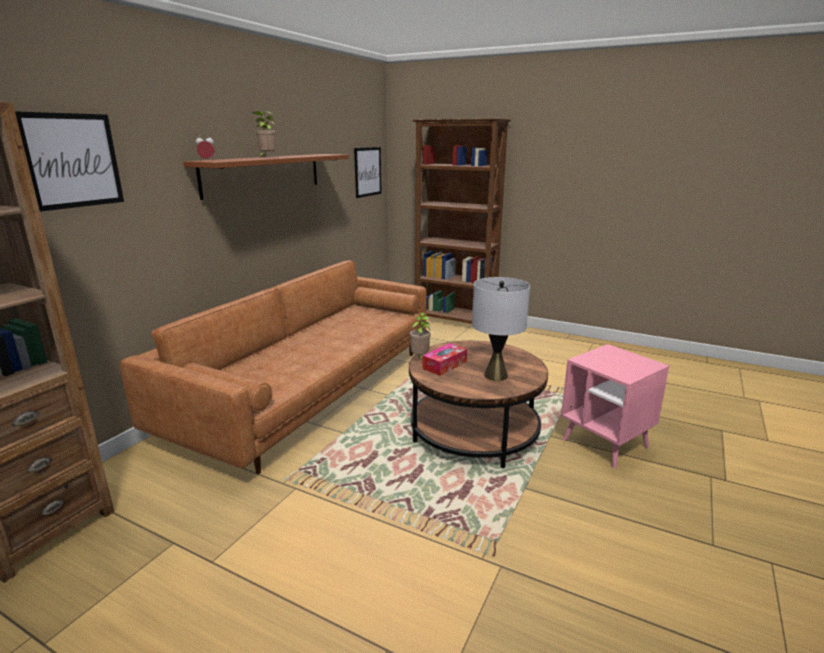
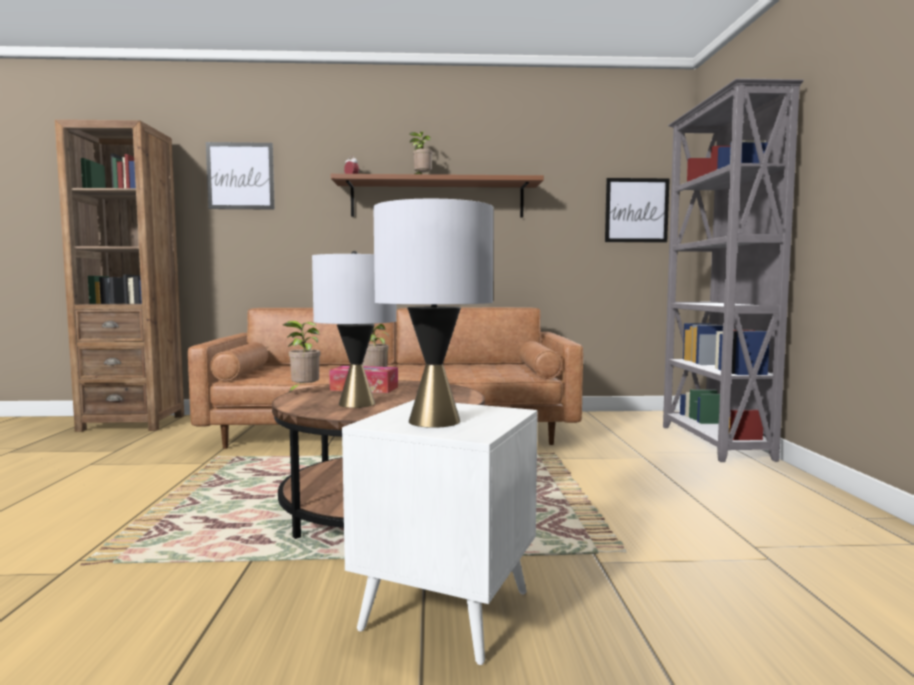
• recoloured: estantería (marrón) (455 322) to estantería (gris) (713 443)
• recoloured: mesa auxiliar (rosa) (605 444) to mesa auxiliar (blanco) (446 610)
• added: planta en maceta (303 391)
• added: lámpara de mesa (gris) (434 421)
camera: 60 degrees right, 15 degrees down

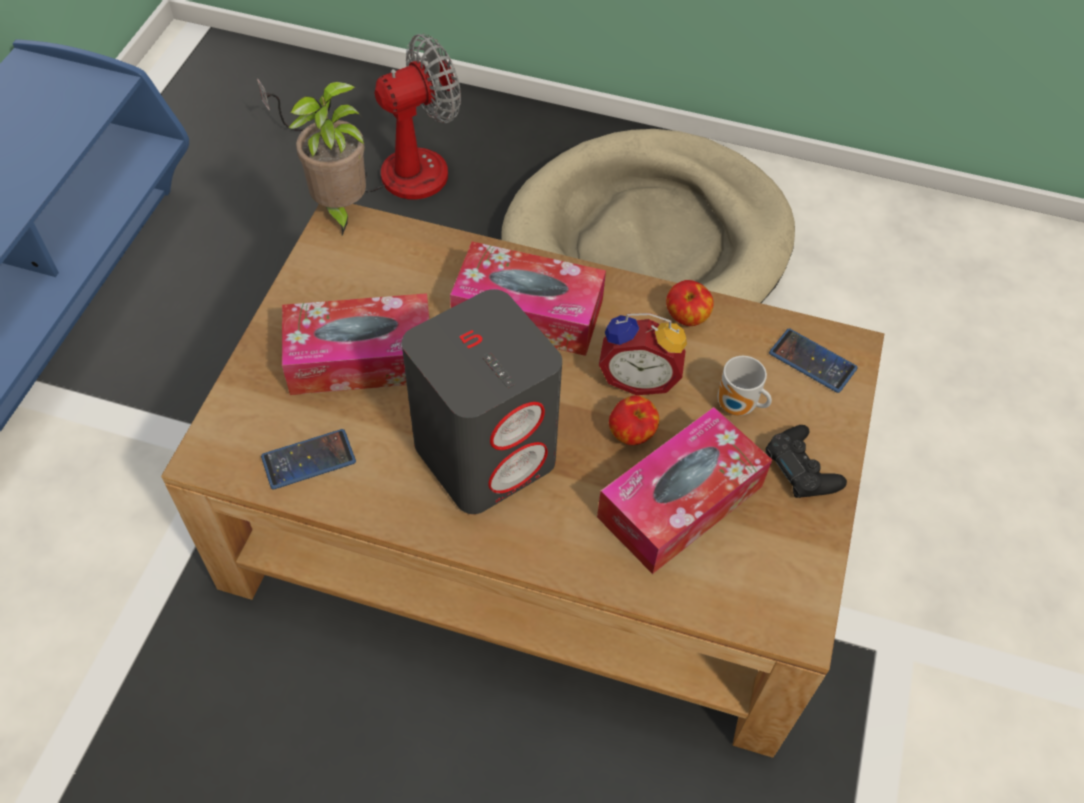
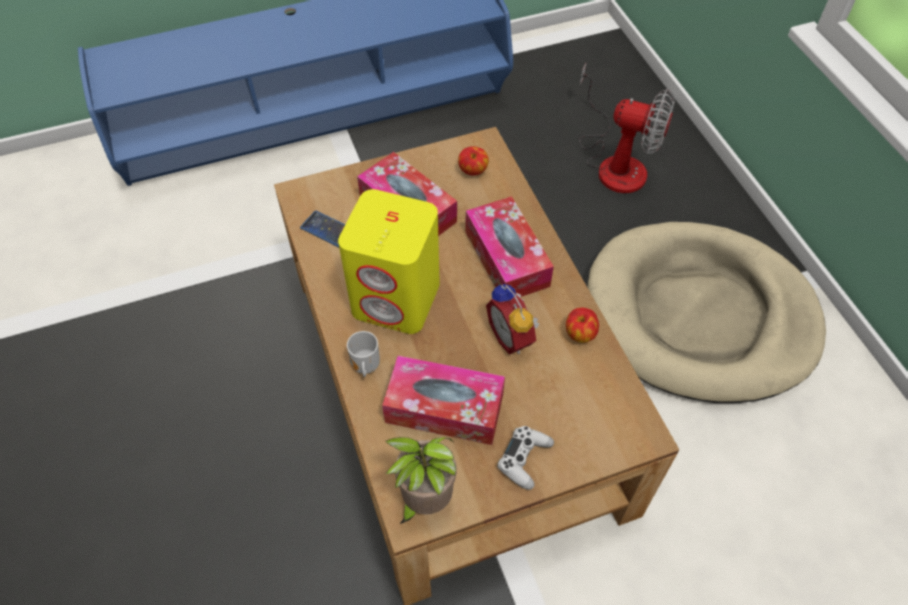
• moved: planta en maceta (340 209) to (424 500)
• recoloured: altavoz (gris) (486 453) to altavoz (amarillo) (397 298)
• moved: manzana (632 434) to (473 171)
• moved: taza grande (737 408) to (364 367)
• recoloured: mando de consola (negro) (801 468) to mando de consola (blanco) (524 459)
• removed: móvil (812 361)
camera: 55 degrees right, 0 degrees up

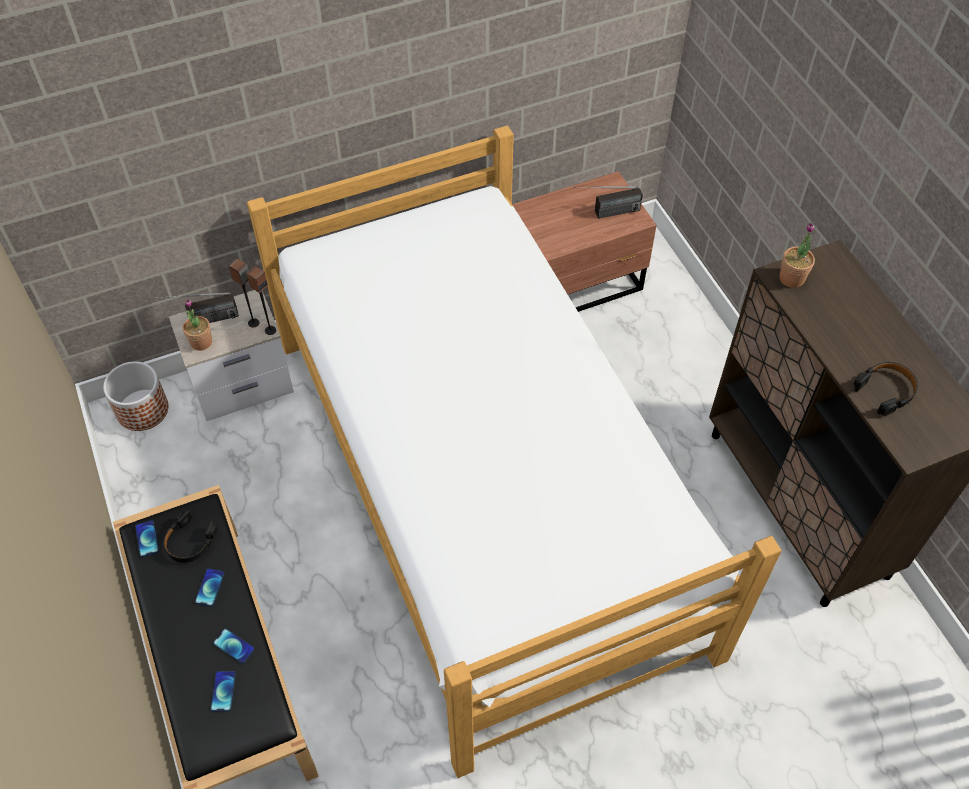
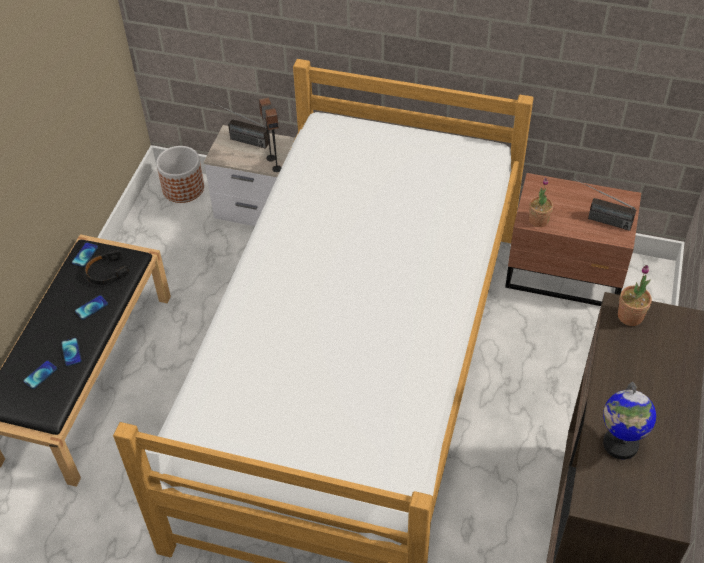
• moved: planta en maceta (201 342) to (538 220)
• replaced: auriculares (negro) (886 390) to globo terráqueo (620 444)
camera: 40 degrees right, 5 degrees down

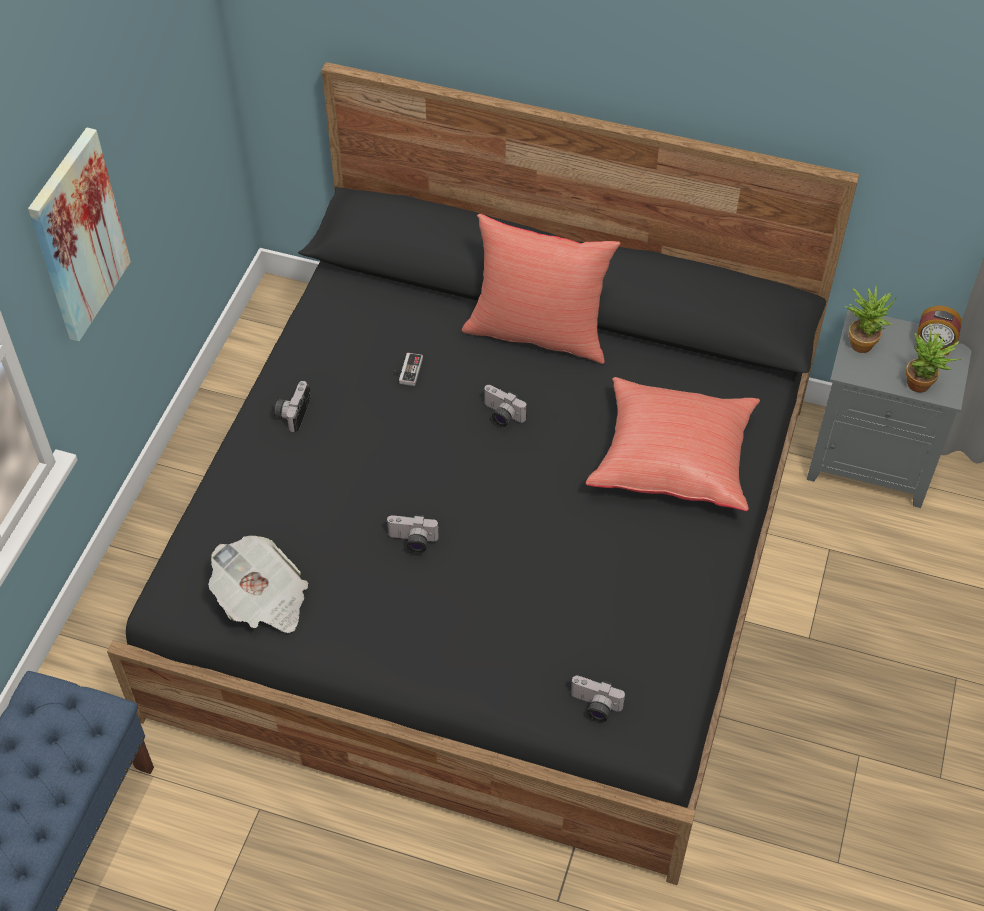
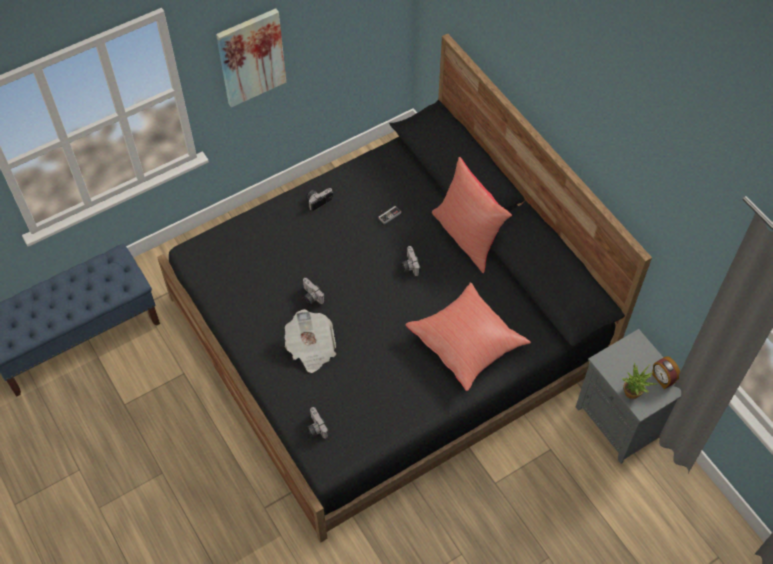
• moved: periódico (262 600) to (311 348)
• removed: planta en maceta (862 341)
camera: 40 degrees right, 5 degrees up

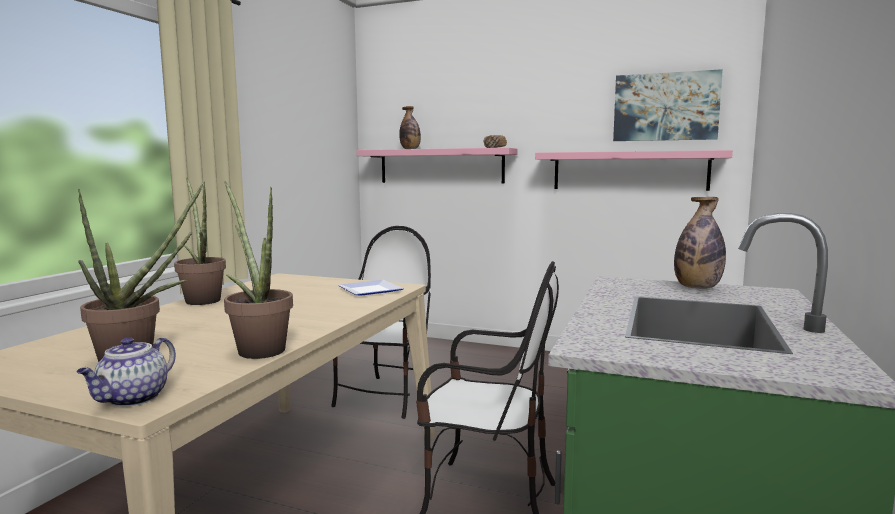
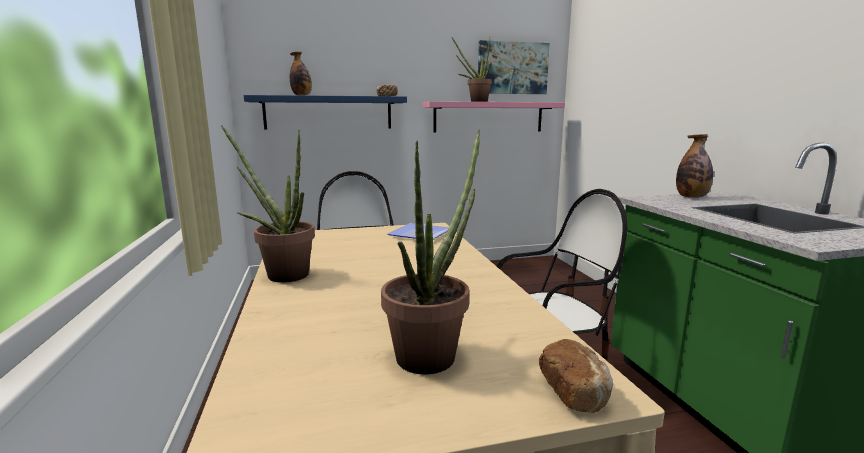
• replaced: tetera (133 399) to pan (574 392)
• moved: planta en maceta (258 348) to (475 101)
• recoloured: estante (rosa) (441 166) to estante (azul) (328 113)
camera: 35 degrees left, 5 degrees up

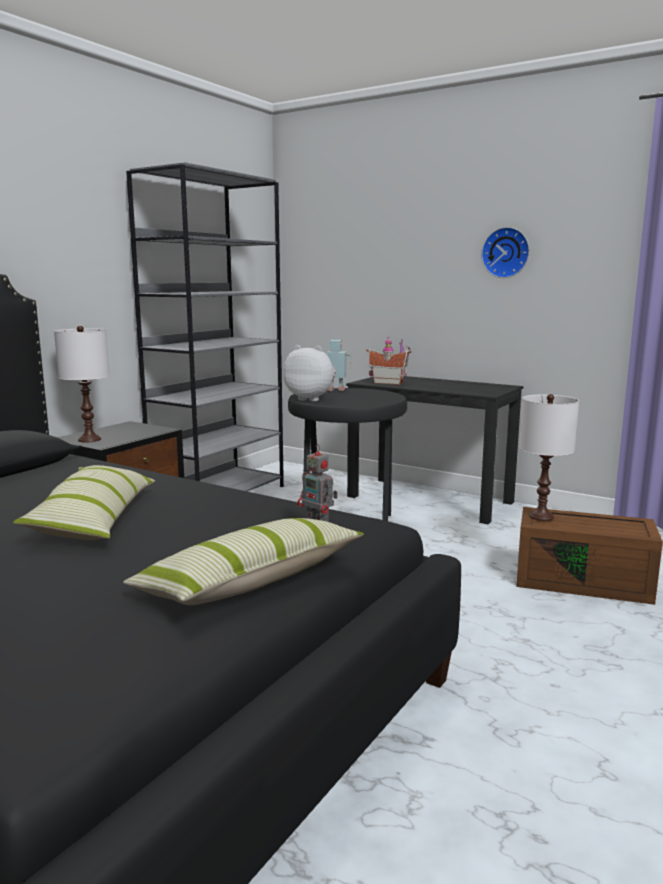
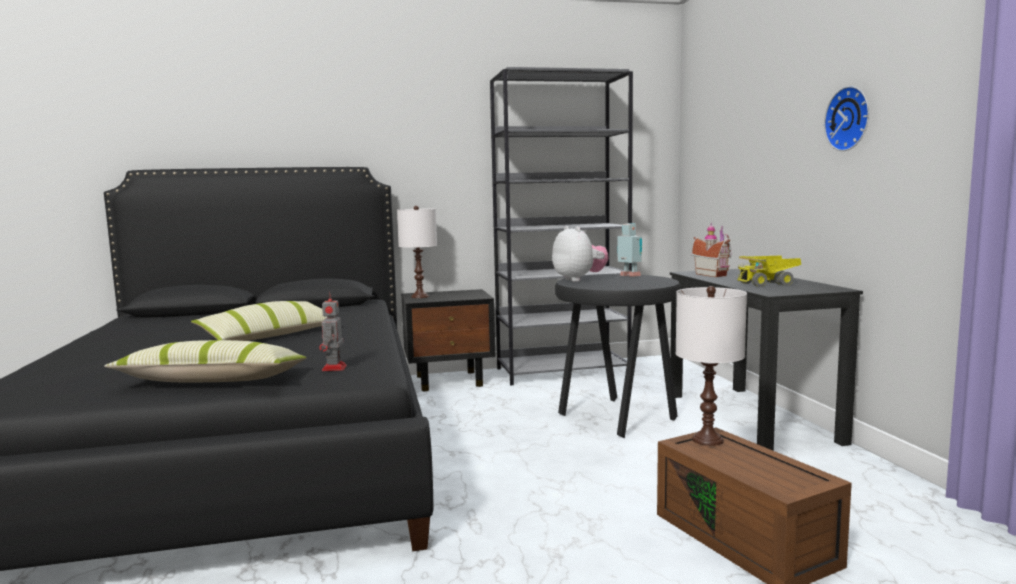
• added: camión de juguete (767 284)
camera: 45 degrees right, 5 degrees down

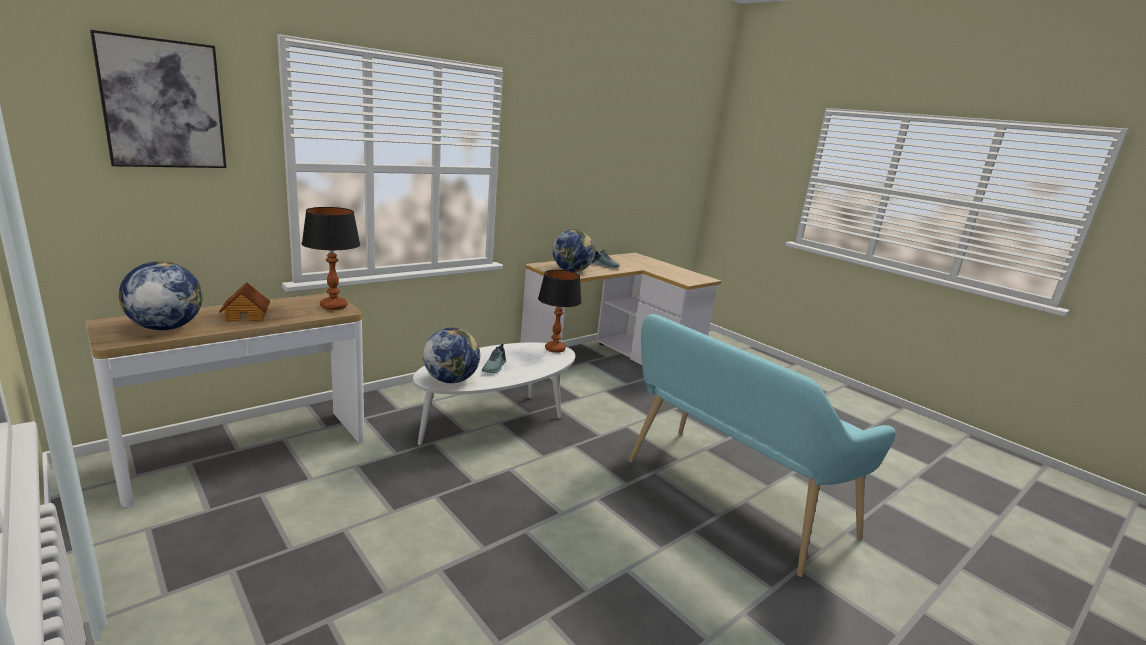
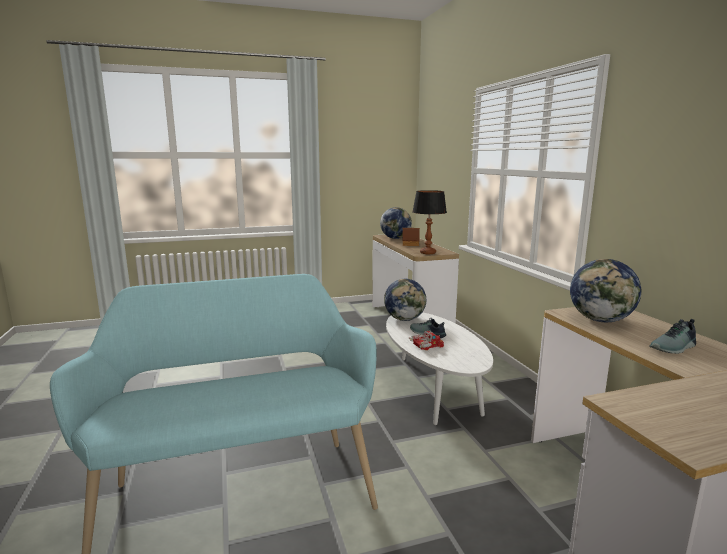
• removed: cuadro (163 104)
• removed: lámpara de mesa (554 349)
• added: camión de juguete (424 346)
camera: 115 degrees right, 5 degrees down

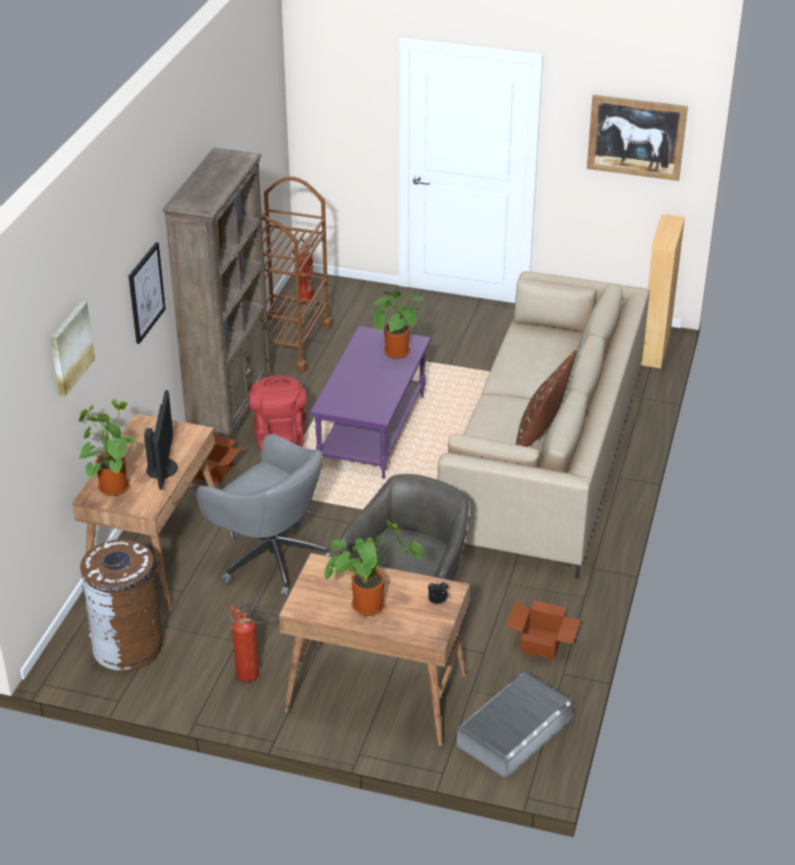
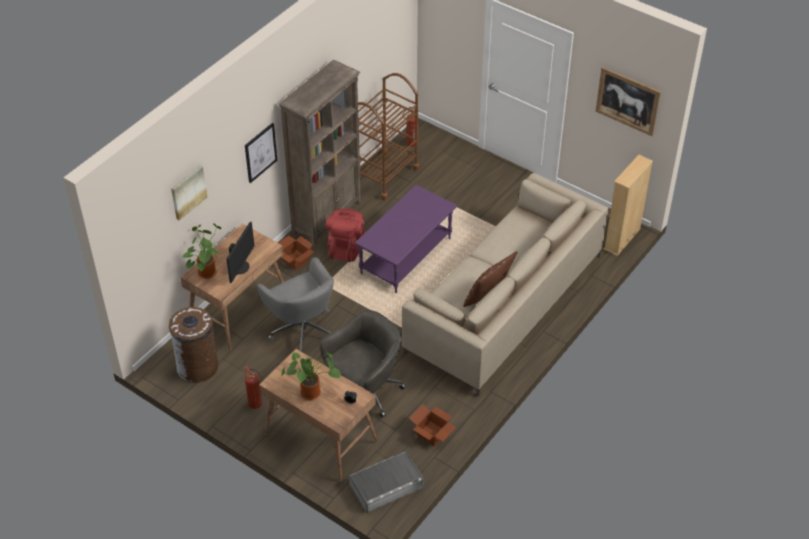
• removed: planta en maceta (398 354)
camera: 20 degrees right, 10 degrees up

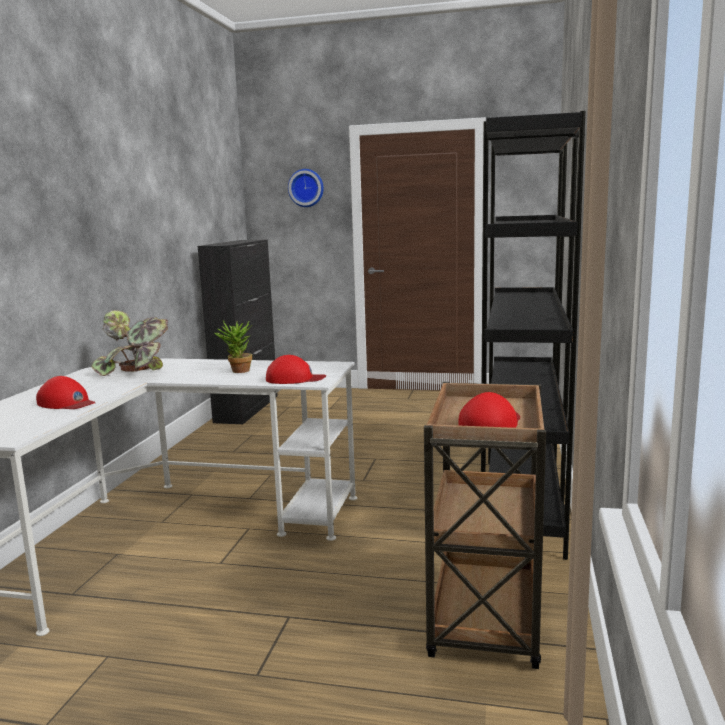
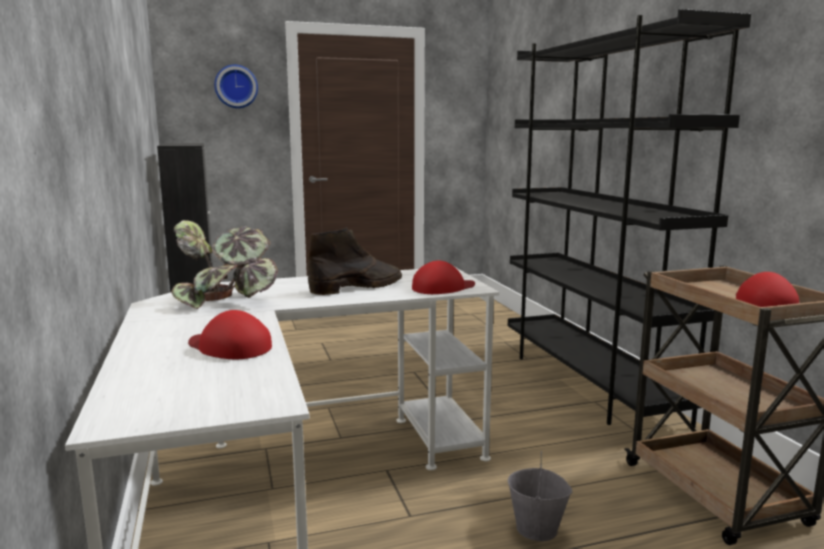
• turned: gorra (rojo) (67 403) = (229 347) 150 degrees counterclockwise
• replaced: planta en maceta (237 371) to bota (marrón) (357 287)
• added: cubo (gris) (537 529)
camera: 30 degrees left, 0 degrees up

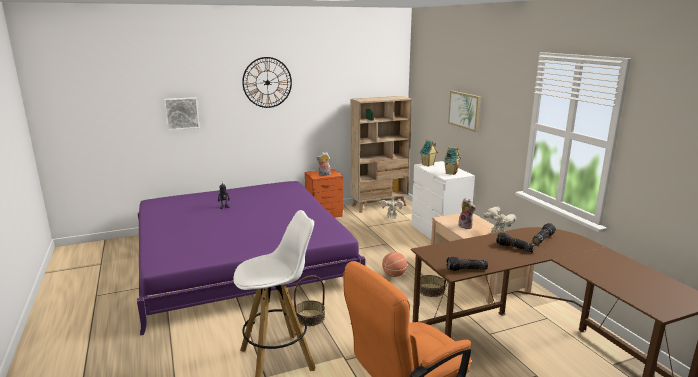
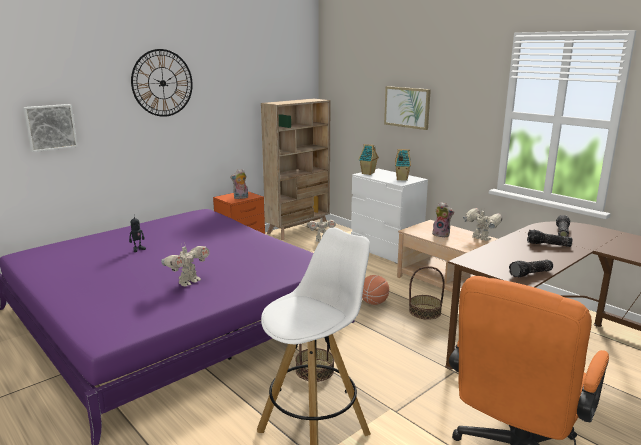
• added: robot de juguete (188 282)
camera: 20 degrees left, 0 degrees up

